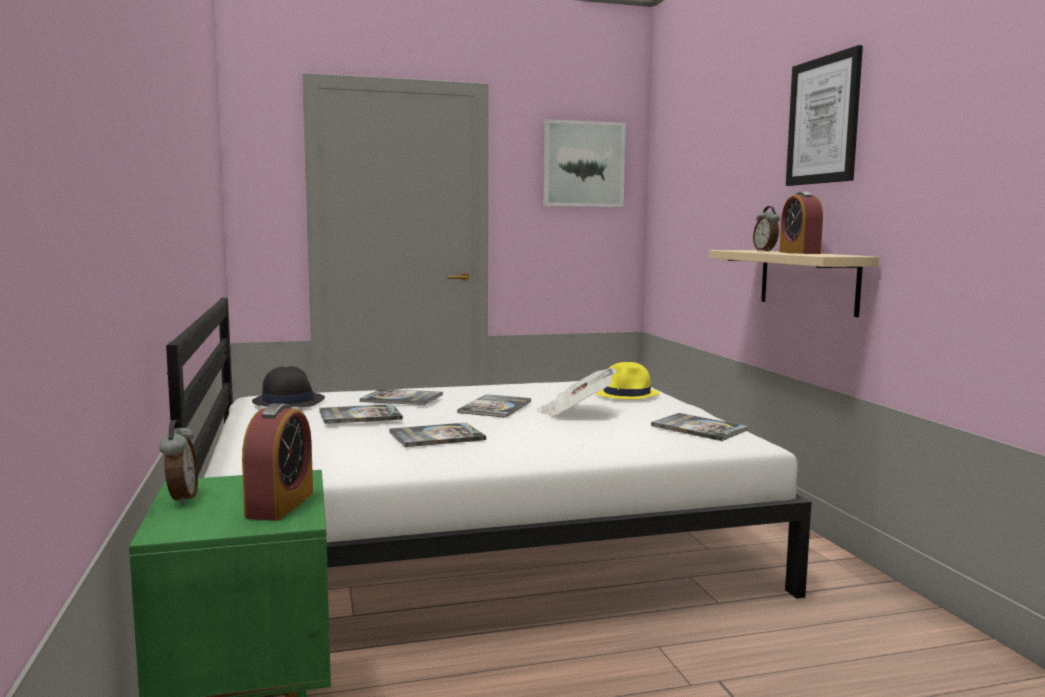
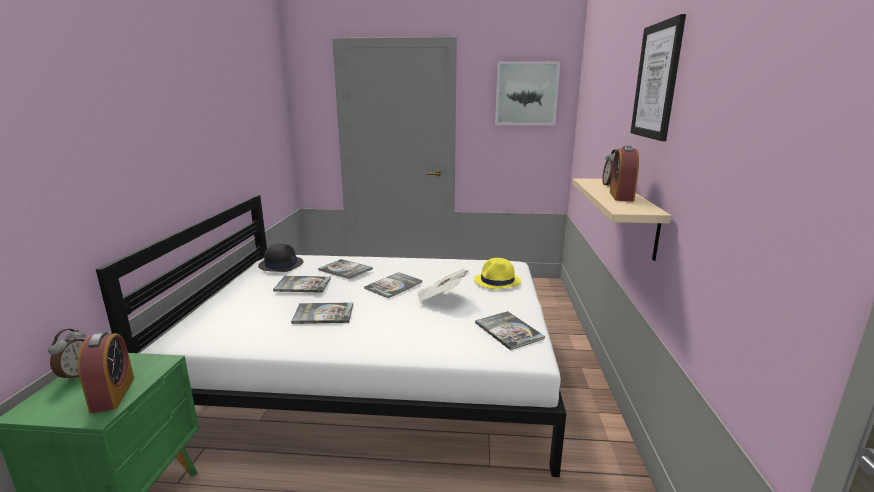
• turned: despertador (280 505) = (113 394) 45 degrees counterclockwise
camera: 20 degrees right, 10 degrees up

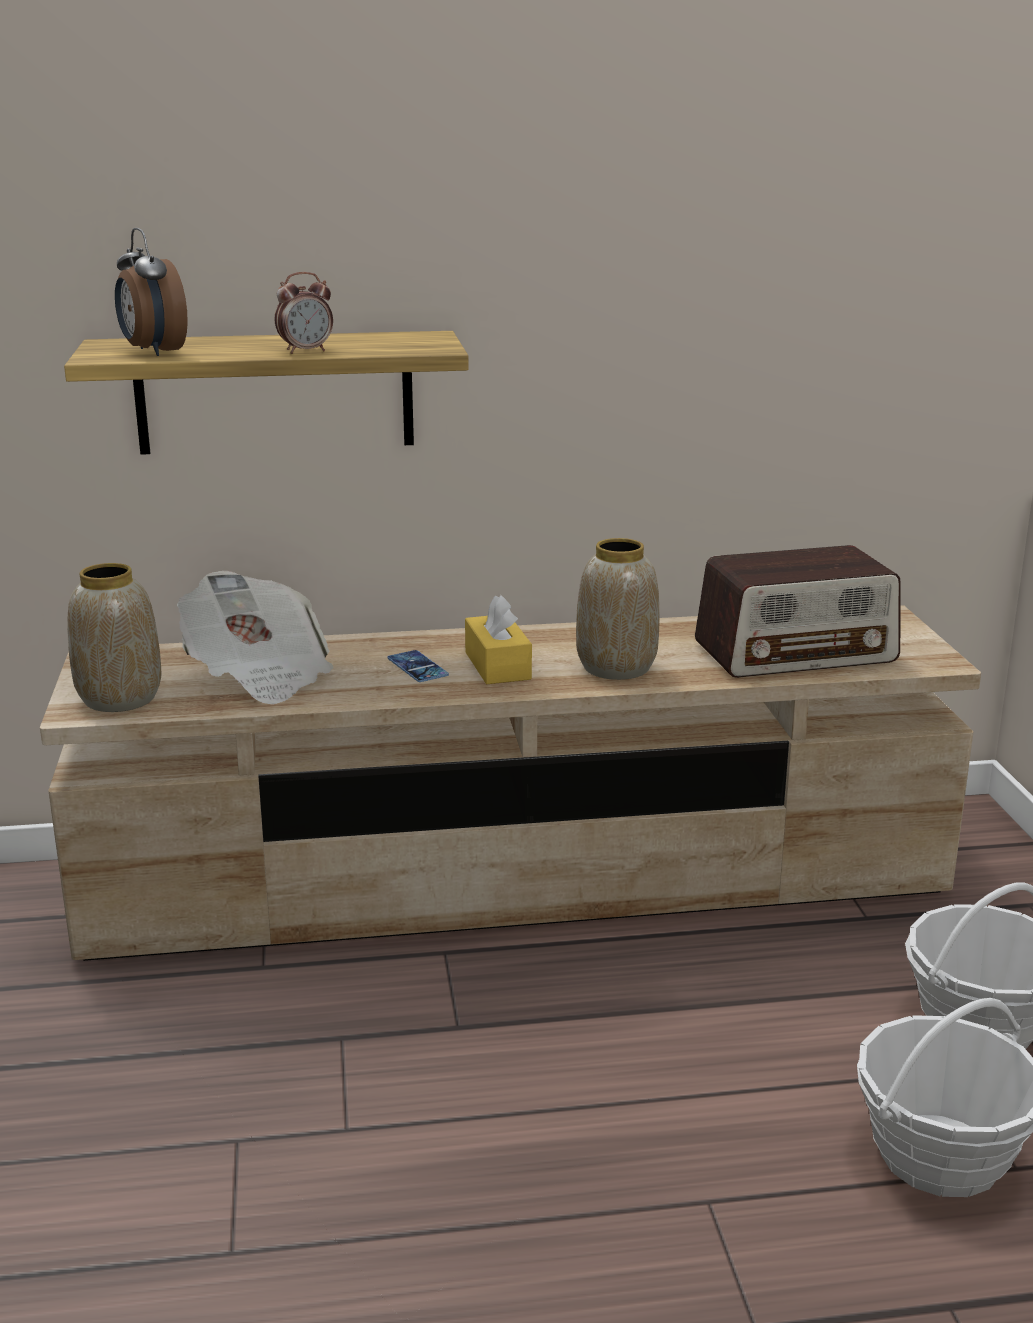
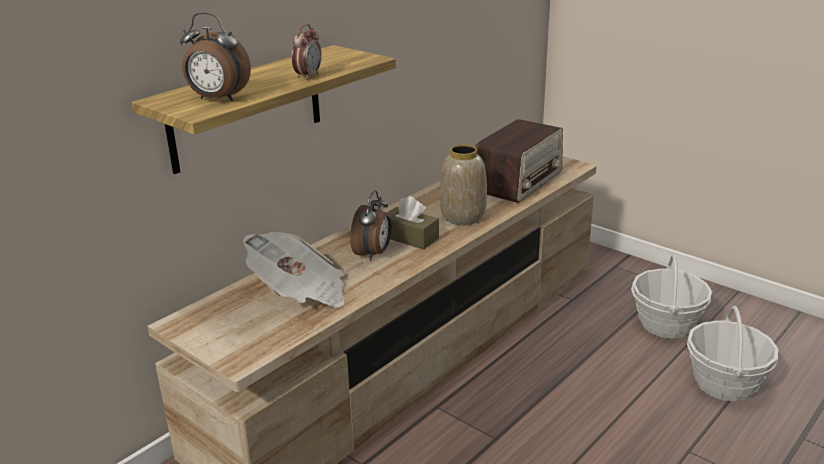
• removed: florero (121 699)
• replaced: móvil (417 667) to despertador (373 254)
• recoloured: caja de pañuelos (amarillo) (497 666) to caja de pañuelos (marrón) (410 237)
camera: 40 degrees left, 5 degrees up

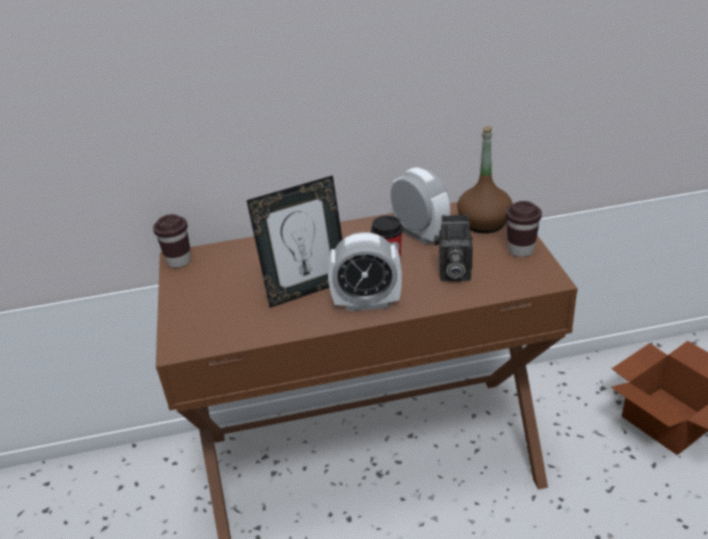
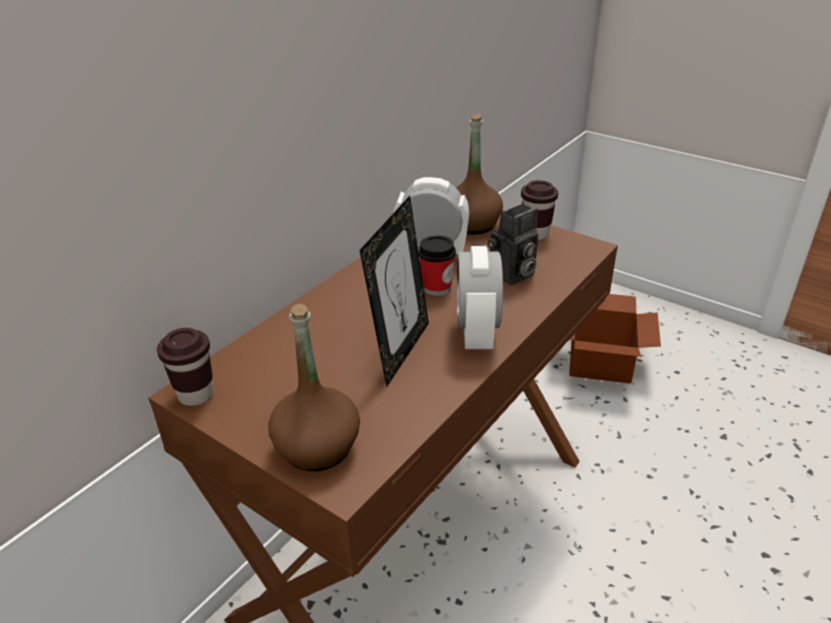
• turned: despertador (367 303) = (477 334) 135 degrees clockwise
• added: botella (marrón) (318 447)
camera: 45 degrees left, 0 degrees up

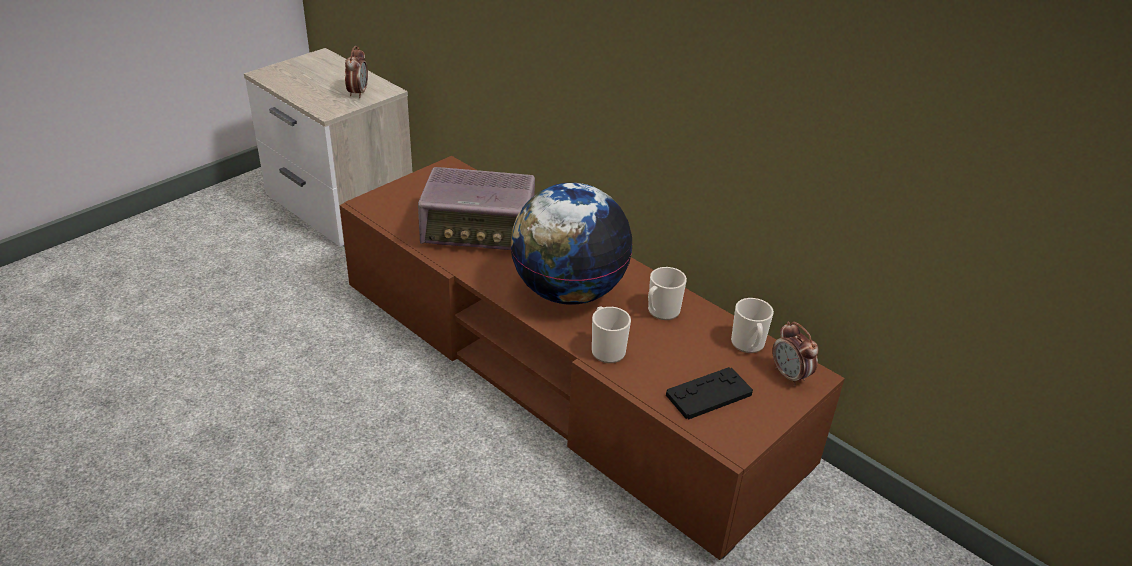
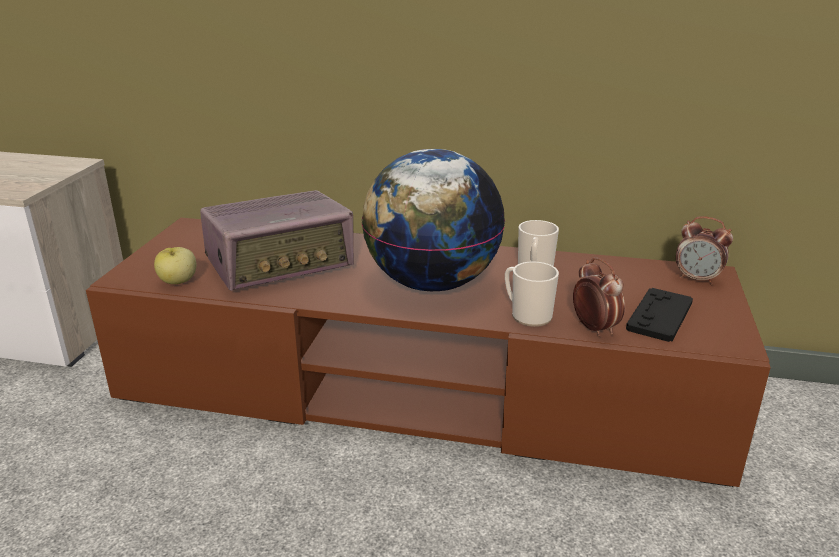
• moved: despertador (358 93) to (594 328)
• removed: taza grande (748 345)
• added: manzana (178 282)
camera: 30 degrees left, 10 degrees down

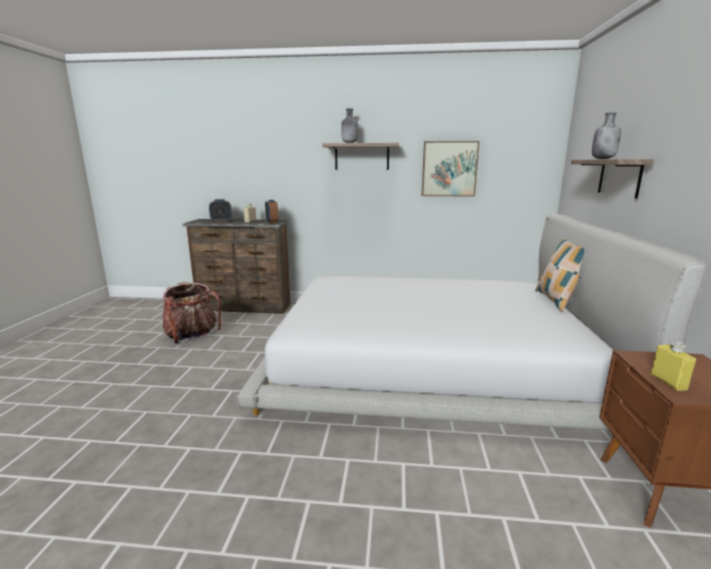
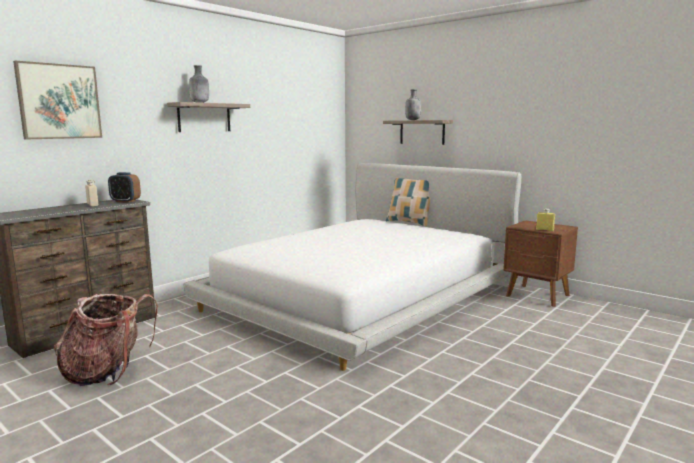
• removed: despertador (221 221)
• moved: cuadro (449 169) to (59 101)
camera: 55 degrees left, 5 degrees down

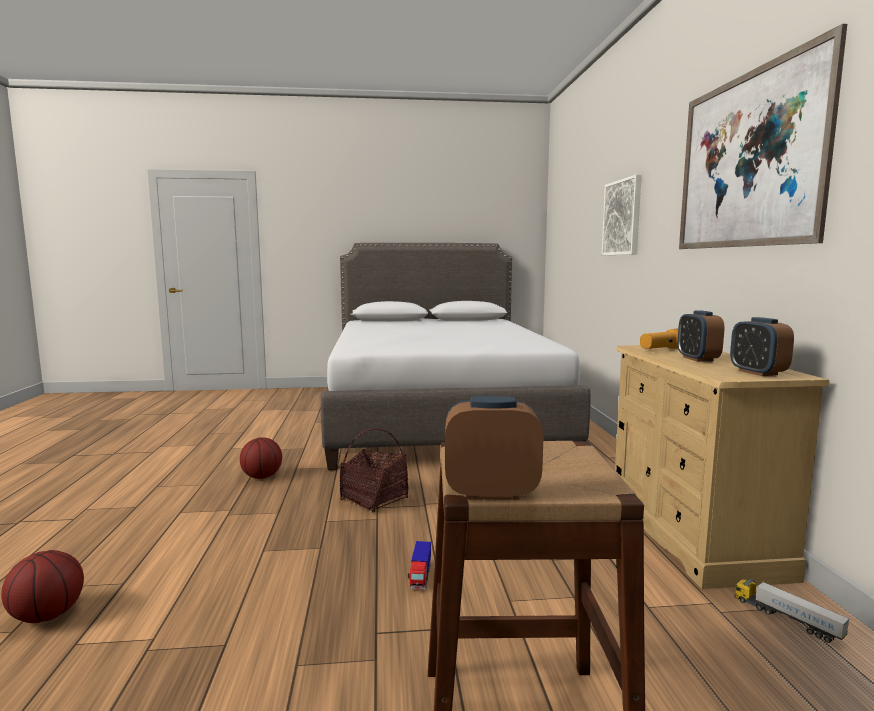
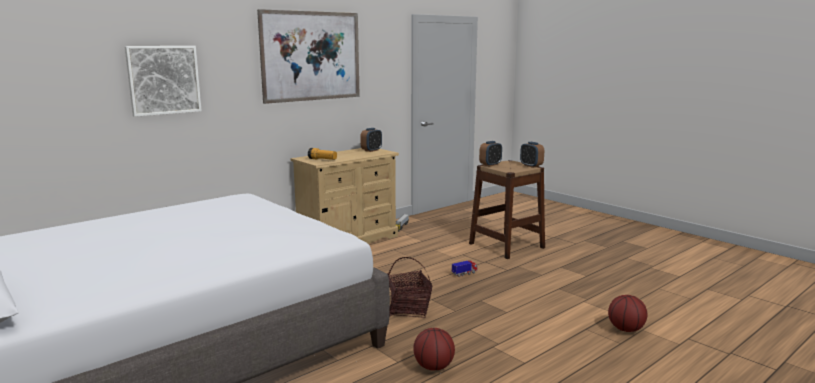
• moved: despertador (697 359) to (490 165)
camera: 125 degrees left, 5 degrees up

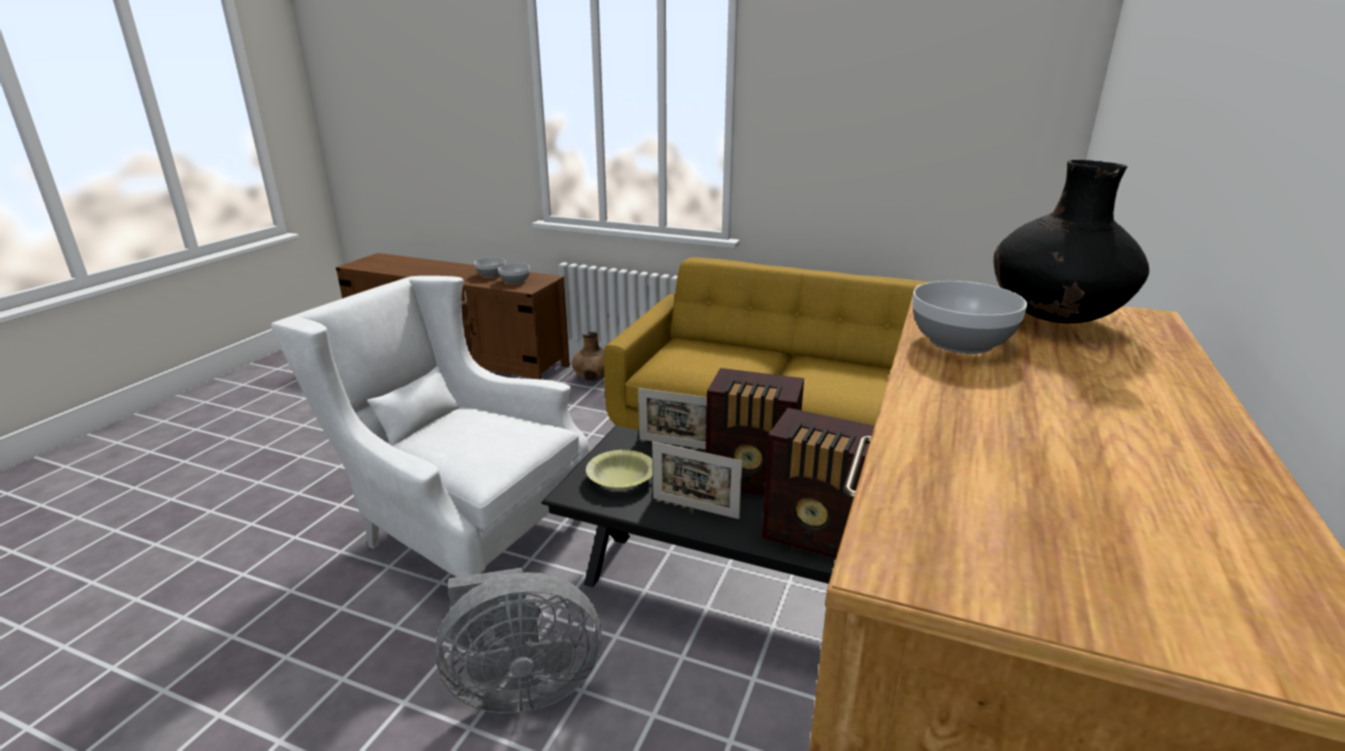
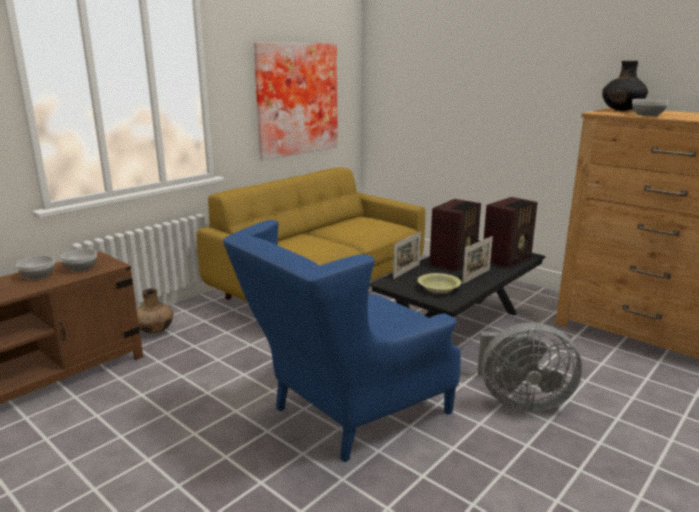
• recoloured: sillón (blanco) (461 529) to sillón (azul) (347 413)
• turned: ventilador (gris) (520 687) = (520 401) 90 degrees clockwise
• added: cuadro (295 99)
camera: 70 degrees left, 5 degrees down

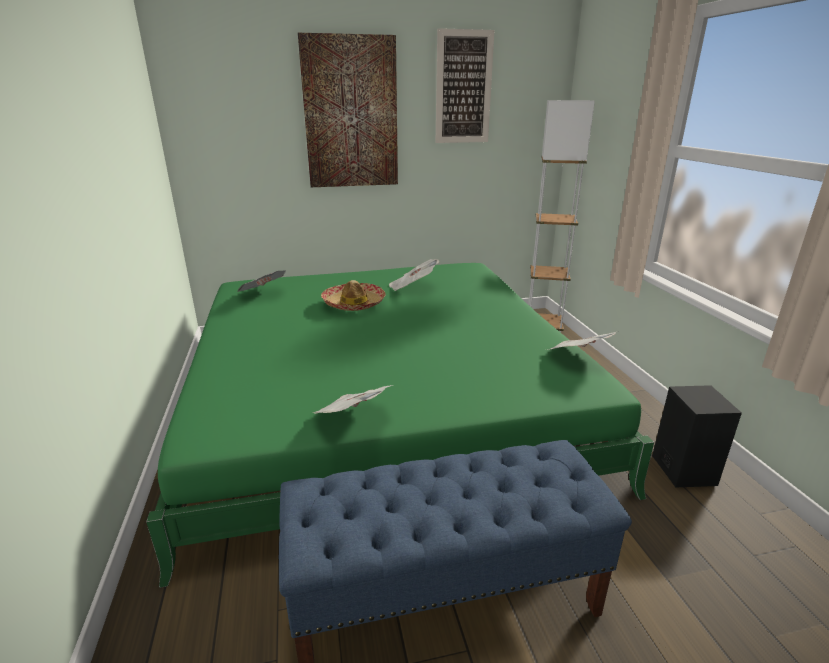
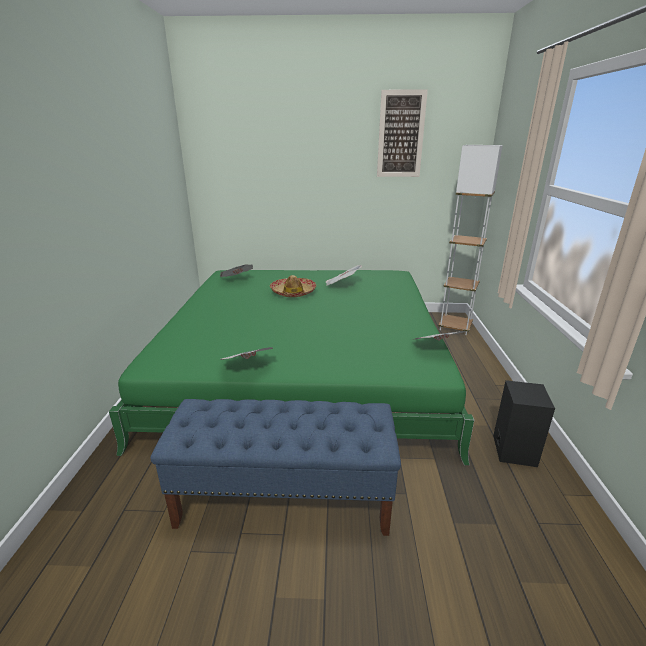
• removed: cuadro (351 114)
camera: 15 degrees right, 0 degrees up

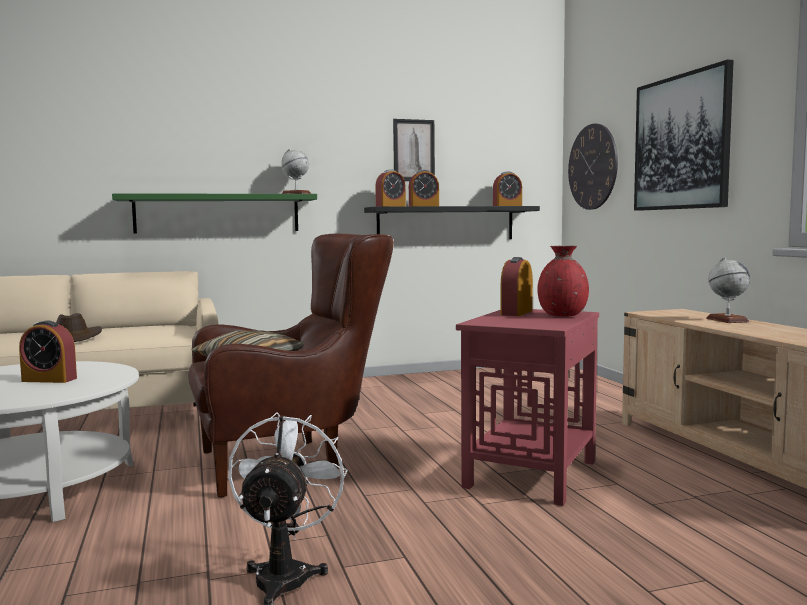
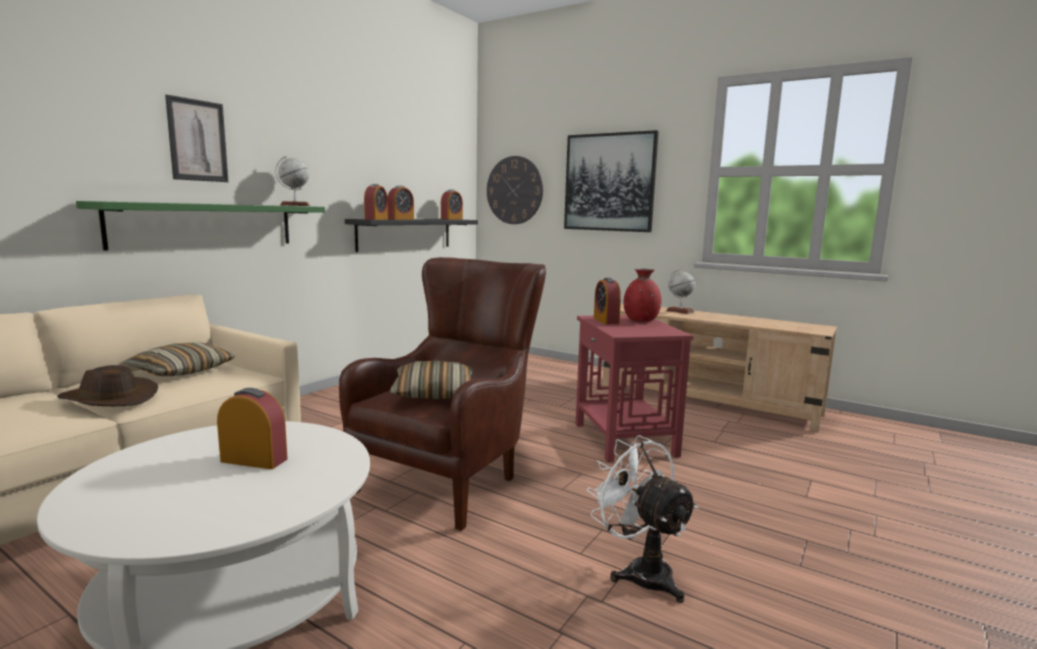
• turned: despertador (49 380) = (254 460) 135 degrees counterclockwise
• moved: cuadro (413 150) to (197 140)
• added: cojín (182 371)
camera: 40 degrees left, 5 degrees up

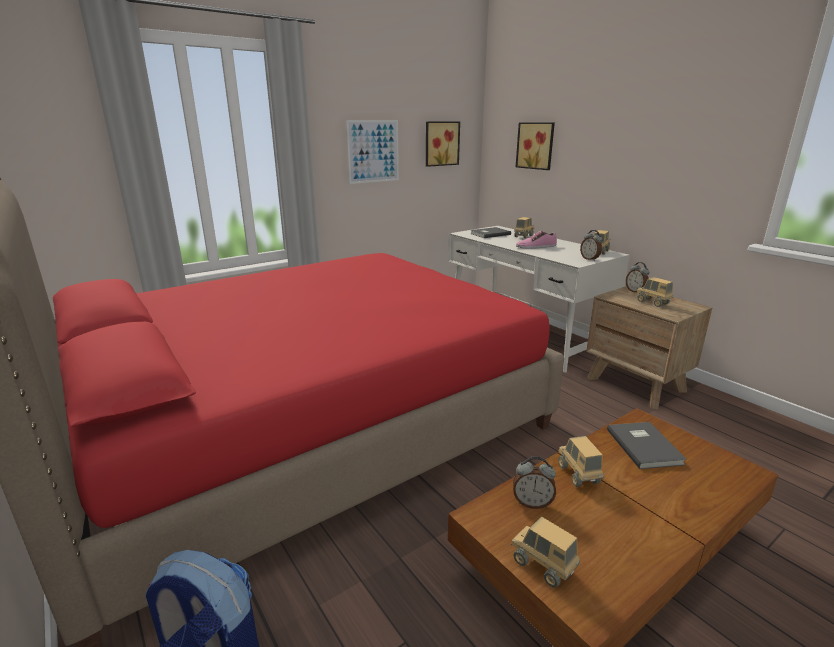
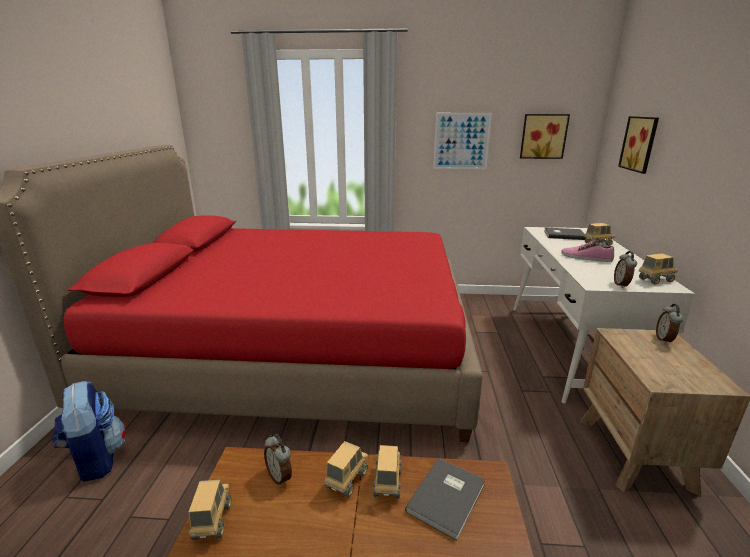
• moved: camión de juguete (653 303) to (387 483)
camera: 40 degrees right, 0 degrees up

